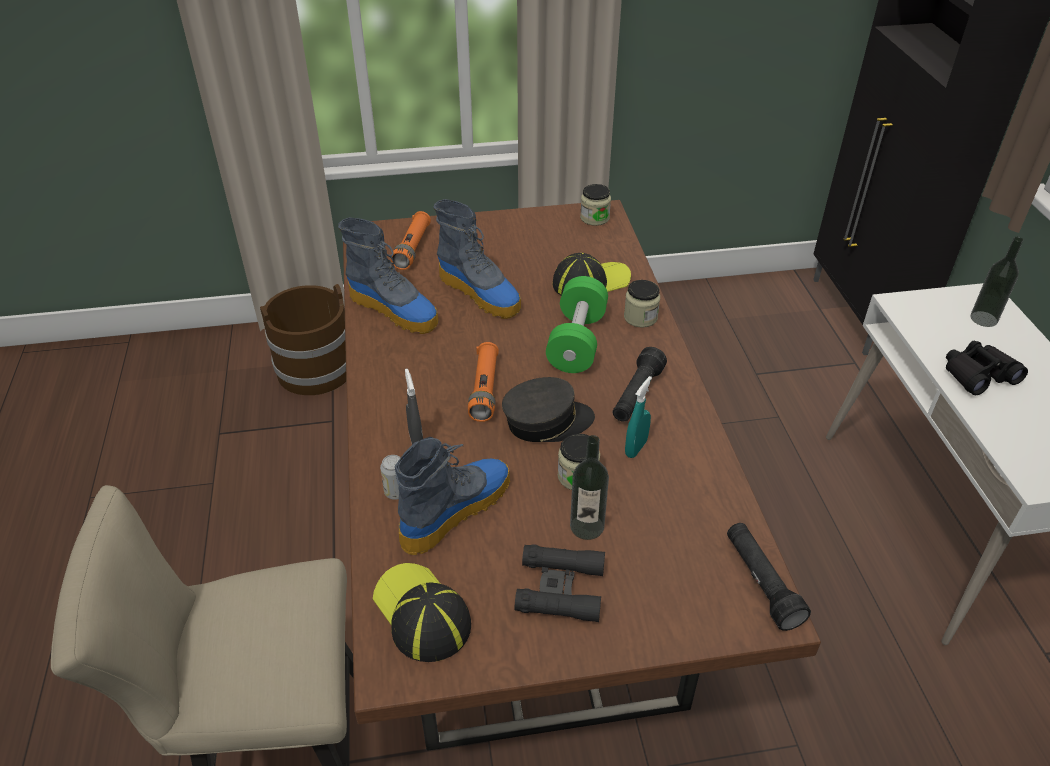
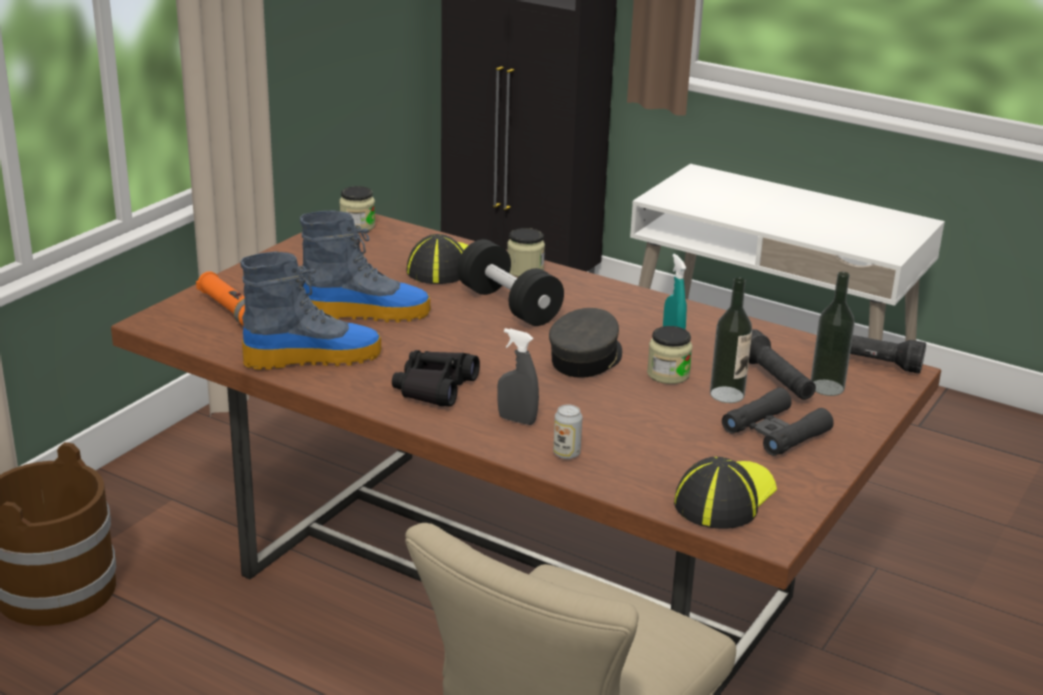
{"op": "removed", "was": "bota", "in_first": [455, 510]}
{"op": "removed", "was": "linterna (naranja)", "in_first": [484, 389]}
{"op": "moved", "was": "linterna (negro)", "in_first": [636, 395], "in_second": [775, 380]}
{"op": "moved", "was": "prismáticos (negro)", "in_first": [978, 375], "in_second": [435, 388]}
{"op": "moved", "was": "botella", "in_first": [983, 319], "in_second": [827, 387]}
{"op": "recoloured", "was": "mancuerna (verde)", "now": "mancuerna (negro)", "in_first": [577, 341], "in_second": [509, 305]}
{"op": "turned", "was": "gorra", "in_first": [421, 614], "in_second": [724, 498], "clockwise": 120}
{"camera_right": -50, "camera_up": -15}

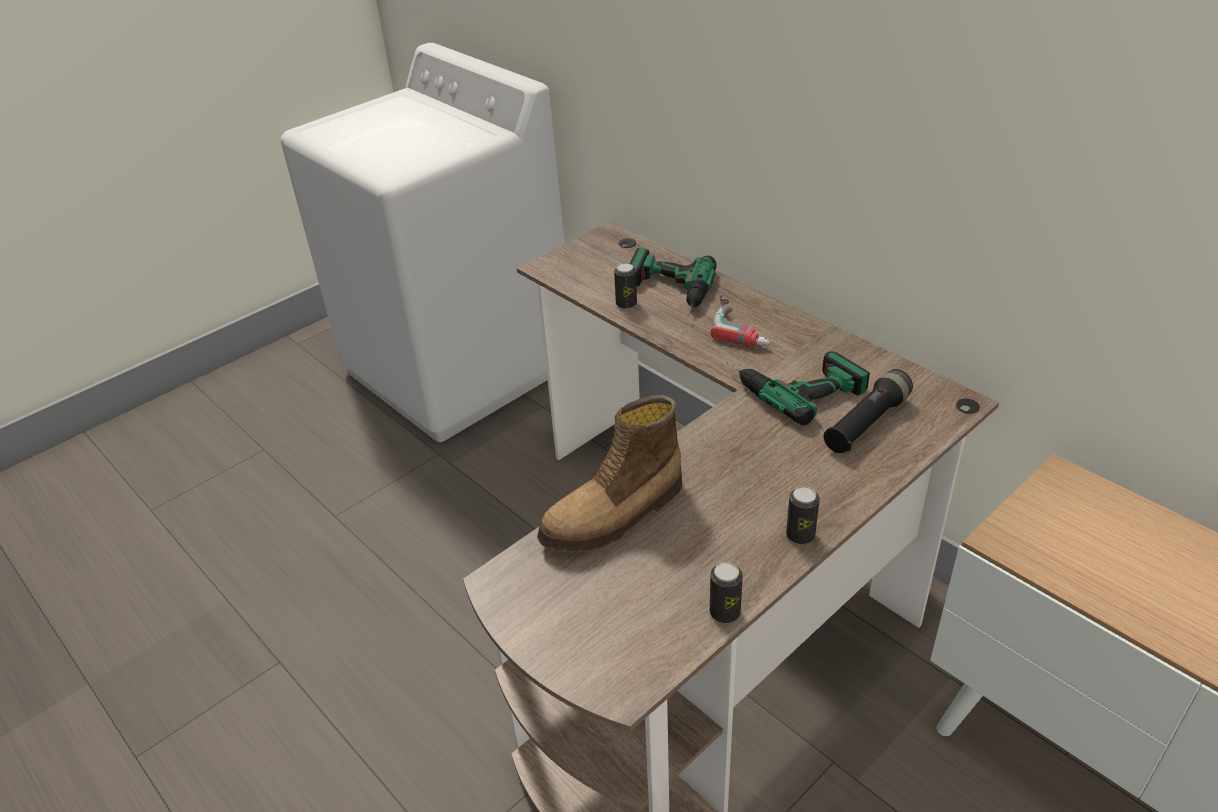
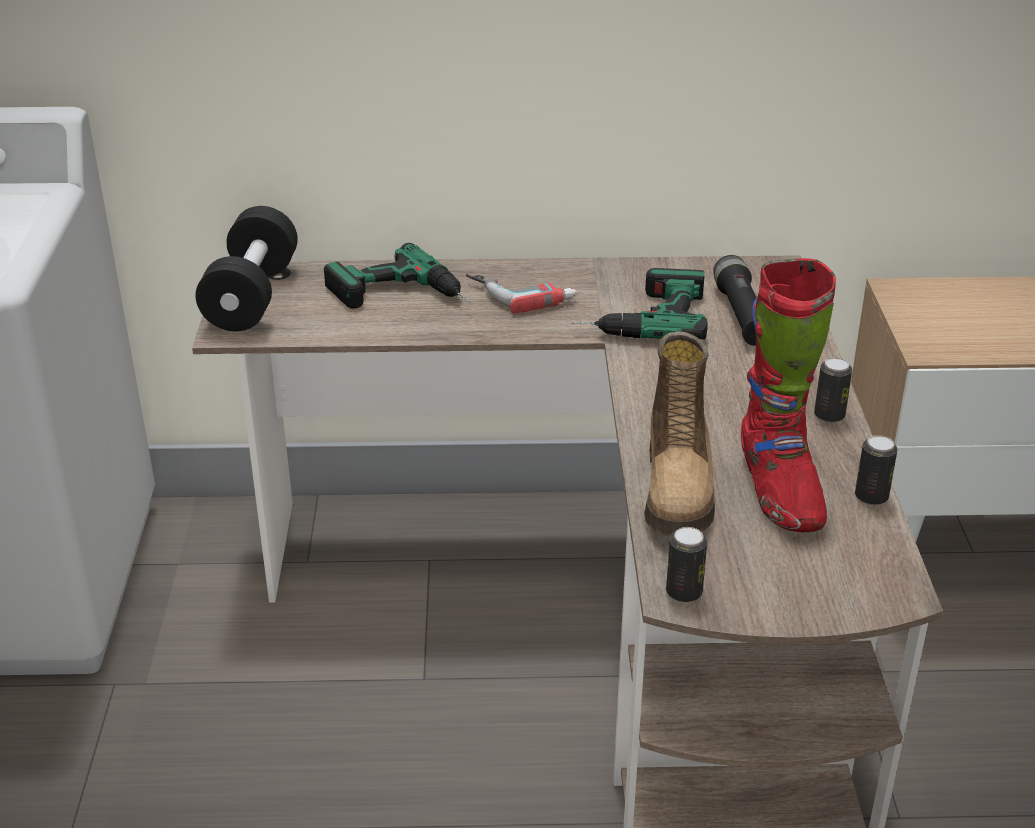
{"op": "added", "now": "mancuerna (negro)", "in_second": [252, 296]}
{"op": "added", "now": "bota (rojo)", "in_second": [779, 490]}
{"op": "moved", "was": "lata", "in_first": [626, 304], "in_second": [684, 592]}
{"camera_right": -50, "camera_up": -5}

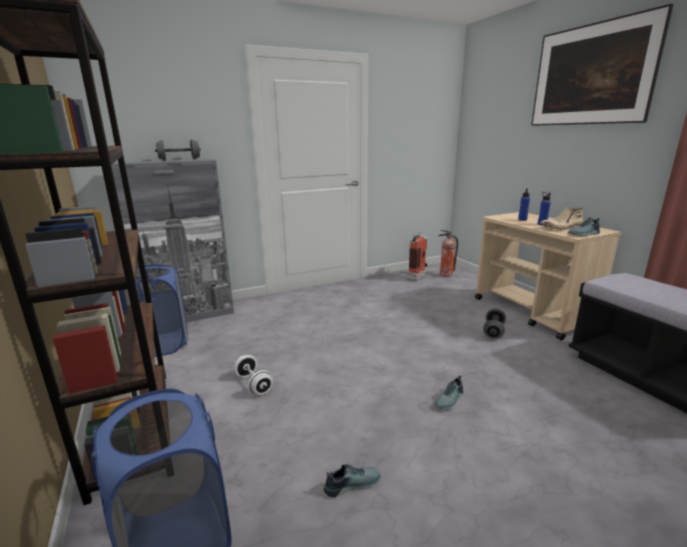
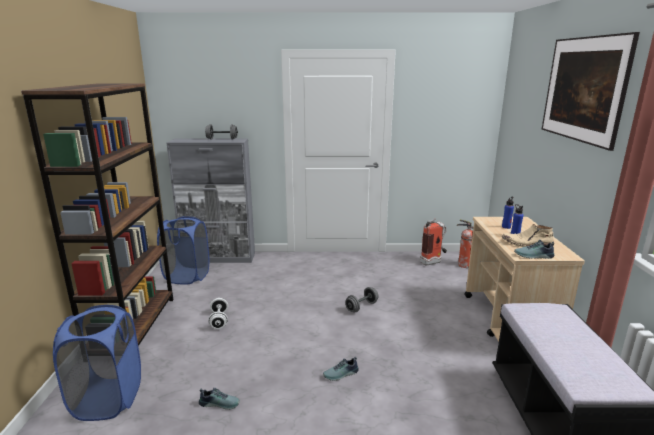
{"op": "moved", "was": "mancuerna (gris)", "in_first": [493, 332], "in_second": [361, 307]}
{"camera_right": 25, "camera_up": 0}

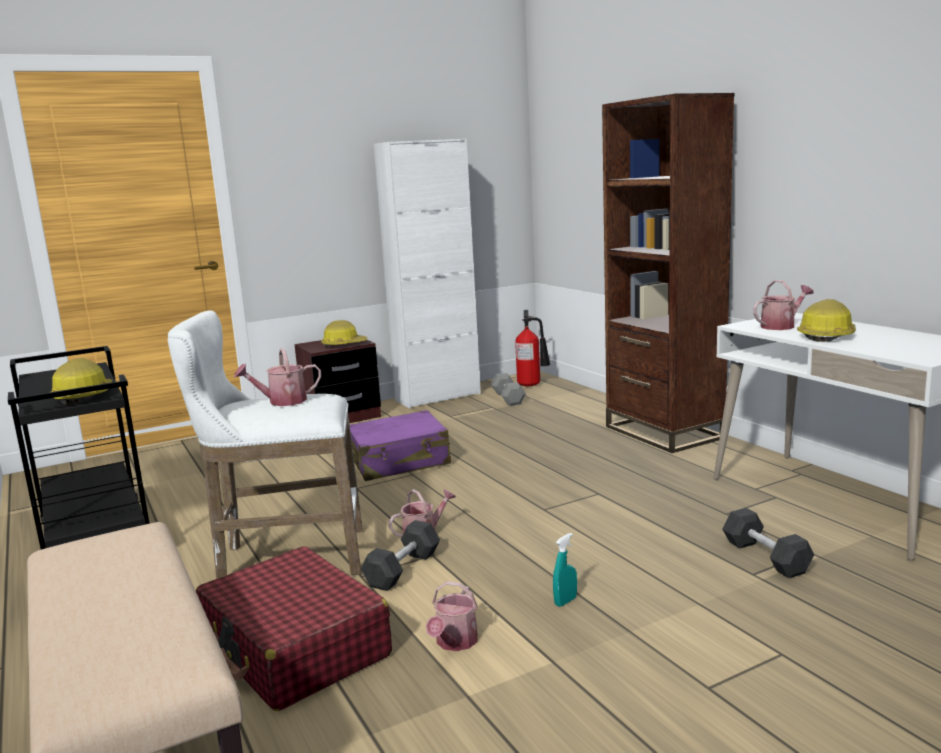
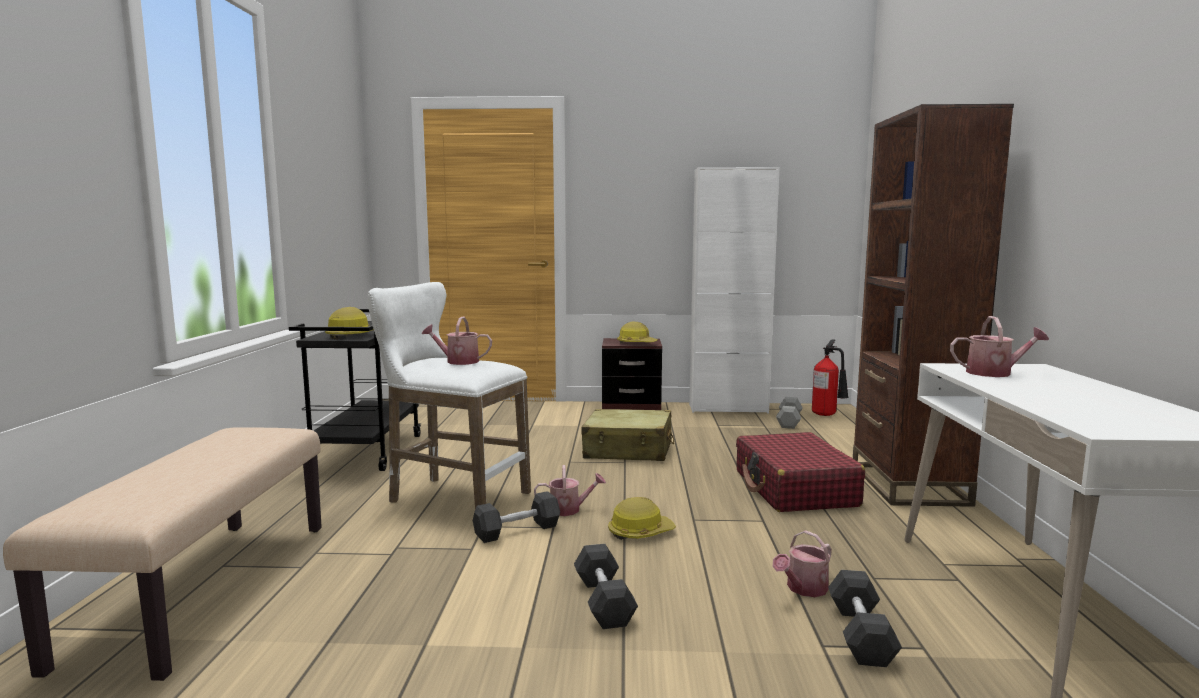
{"op": "moved", "was": "maleta (rojo)", "in_first": [295, 647], "in_second": [794, 489]}
{"op": "moved", "was": "regadera", "in_first": [454, 643], "in_second": [803, 589]}
{"op": "moved", "was": "casco", "in_first": [827, 336], "in_second": [640, 532]}
{"op": "replaced", "was": "pulverizador (turquesa)", "now": "mancuerna (gris)", "in_first": [565, 601], "in_second": [604, 601]}
{"op": "recoloured", "was": "maleta (morado)", "now": "maleta (beis)", "in_first": [400, 461], "in_second": [628, 450]}
{"camera_right": 30, "camera_up": -5}

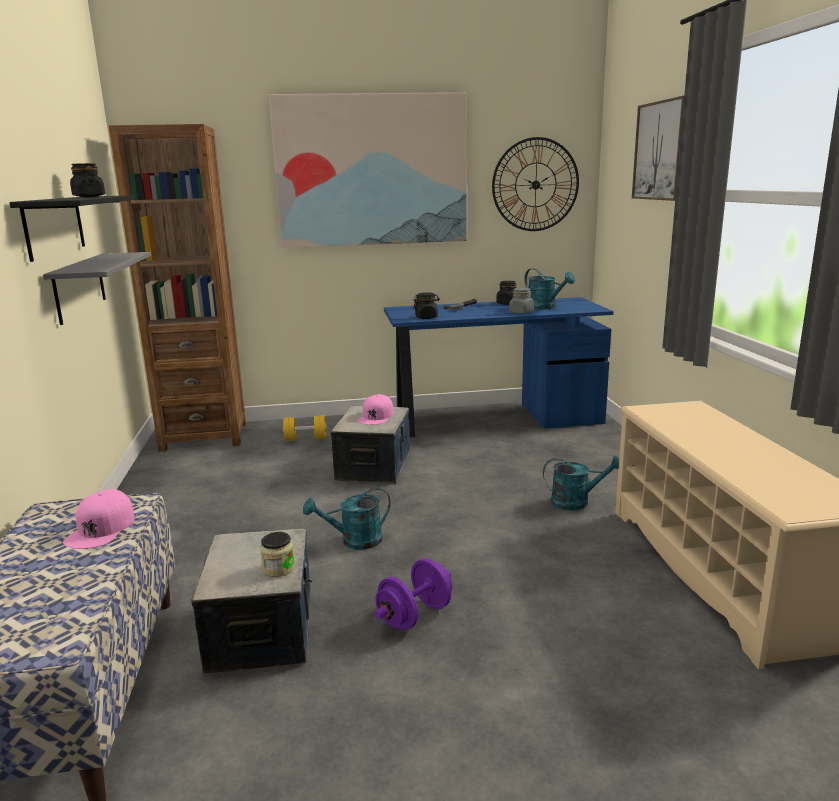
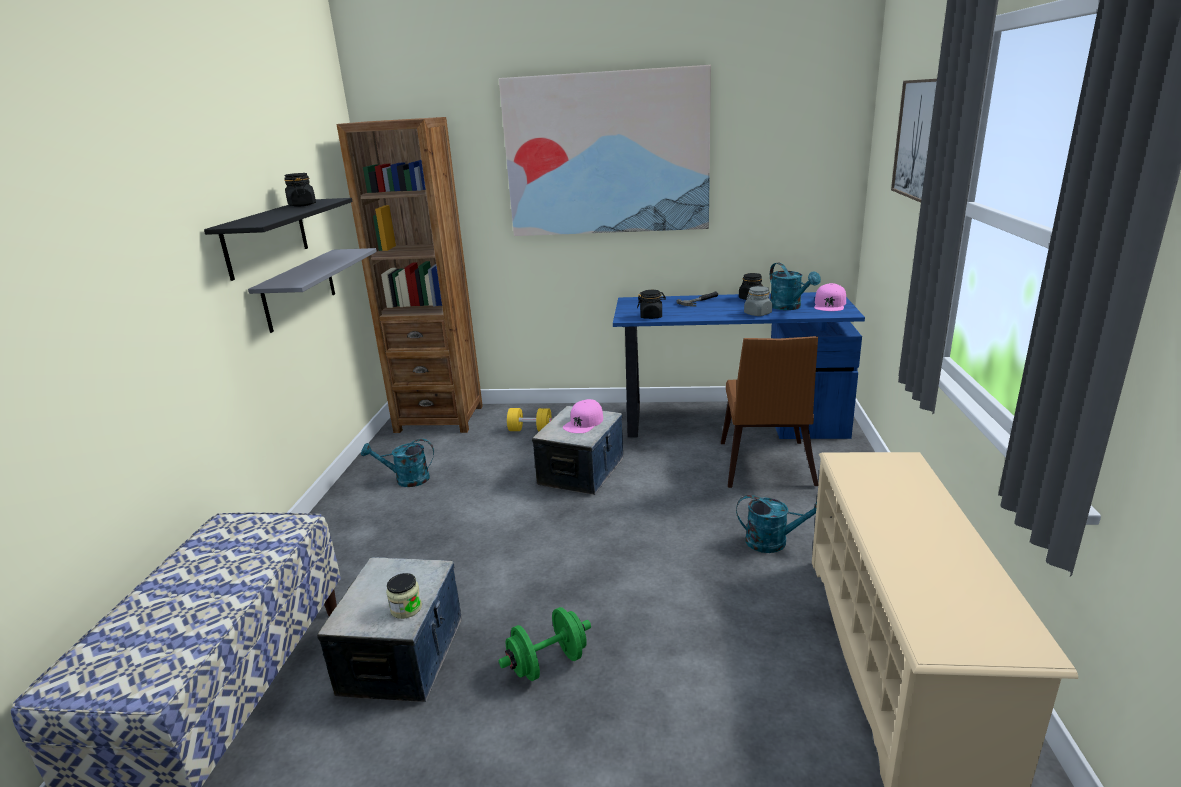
{"op": "removed", "was": "reloj de pared", "in_first": [535, 185]}
{"op": "added", "now": "silla (marrón)", "in_second": [765, 468]}
{"op": "moved", "was": "gorra (rosa)", "in_first": [101, 529], "in_second": [830, 304]}
{"op": "moved", "was": "regadera (turquesa)", "in_first": [354, 541], "in_second": [406, 480]}
{"op": "recoloured", "was": "mancuerna (morado)", "now": "mancuerna (verde)", "in_first": [415, 616], "in_second": [548, 663]}
{"camera_right": 15, "camera_up": 5}

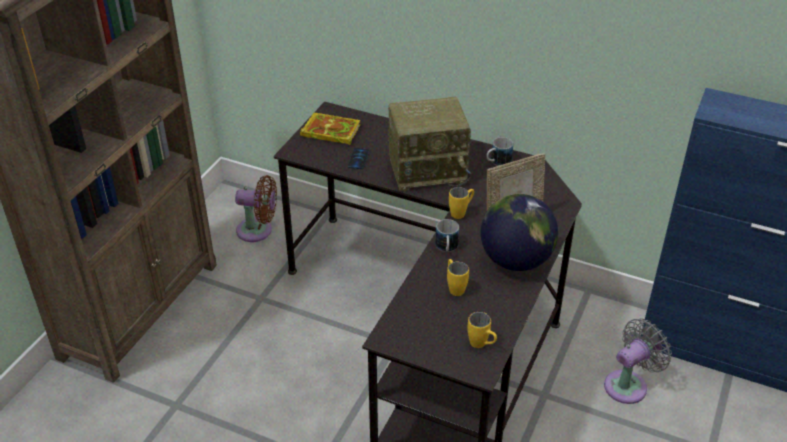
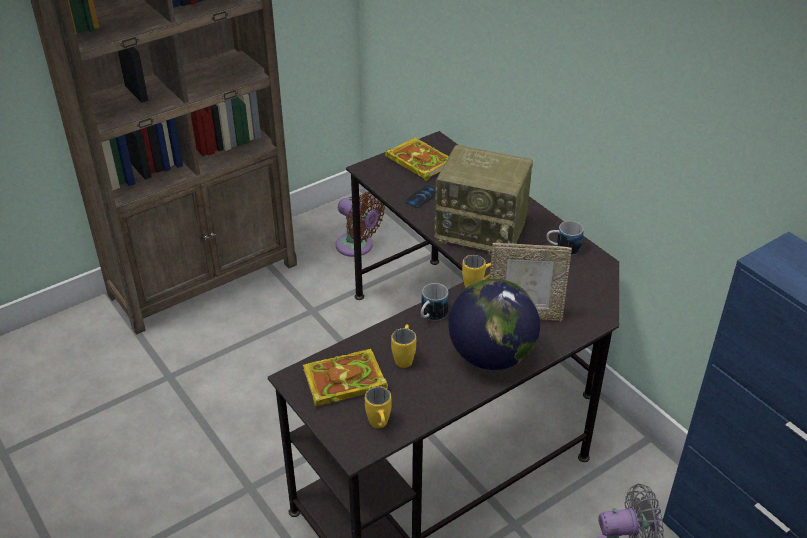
{"op": "added", "now": "libro", "in_second": [343, 382]}
{"camera_right": 30, "camera_up": 0}

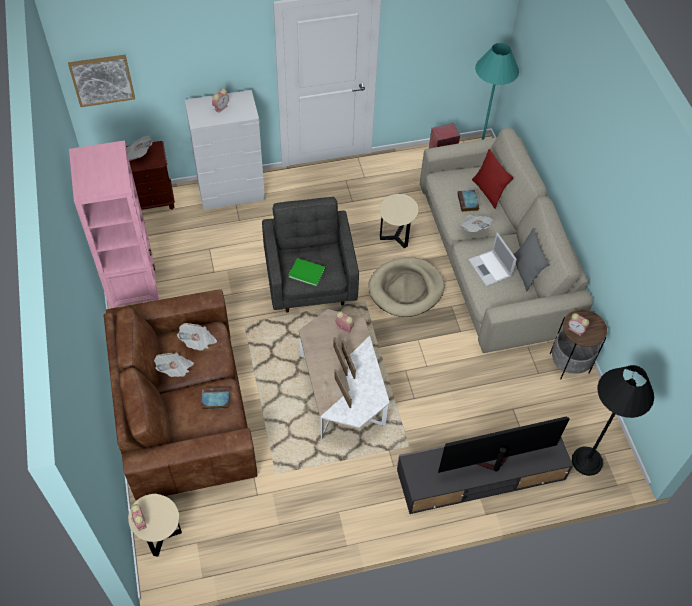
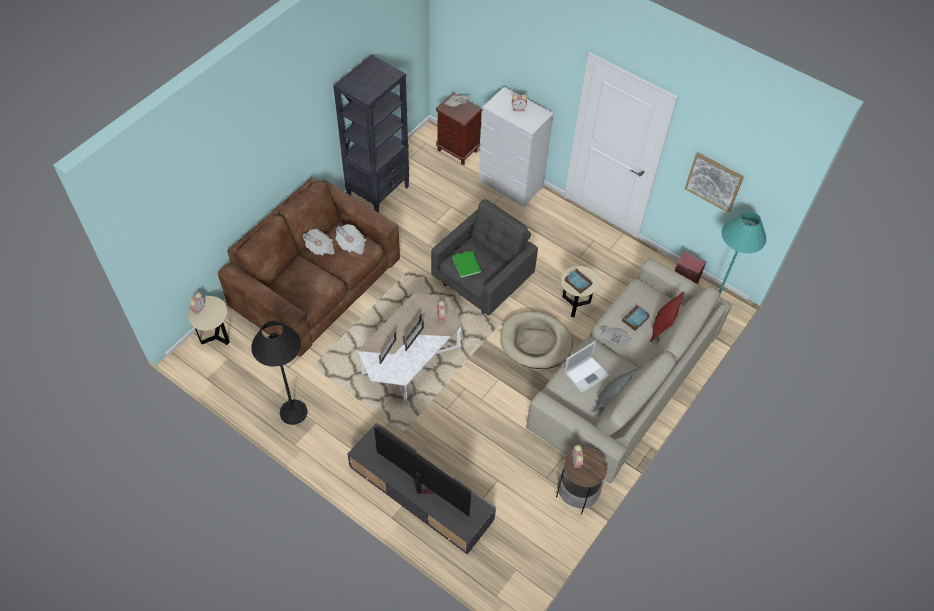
{"op": "moved", "was": "cuadro", "in_first": [102, 80], "in_second": [714, 181]}
{"op": "moved", "was": "libro", "in_first": [215, 400], "in_second": [577, 282]}
{"op": "moved", "was": "lámpara de pie (negro)", "in_first": [587, 461], "in_second": [293, 412]}
{"op": "recoloured", "was": "estantería (rosa)", "now": "estantería (negro)", "in_first": [134, 290], "in_second": [378, 192]}
{"op": "turned", "was": "portátil", "in_first": [490, 269], "in_second": [586, 373], "clockwise": -150}
{"camera_right": 50, "camera_up": 0}

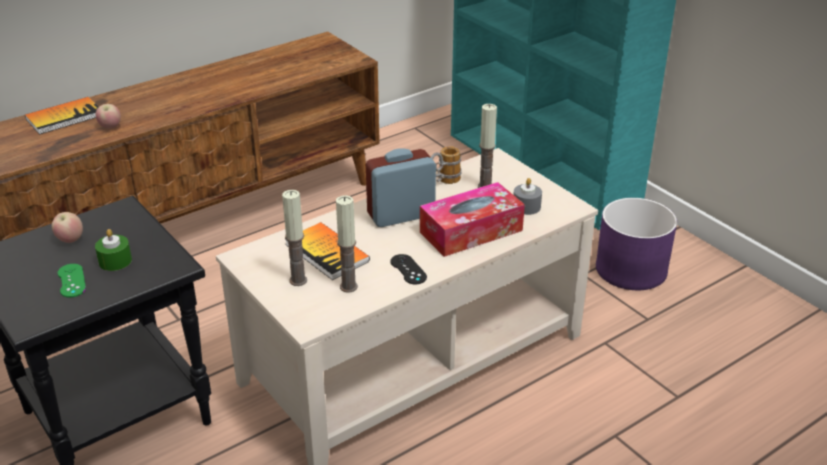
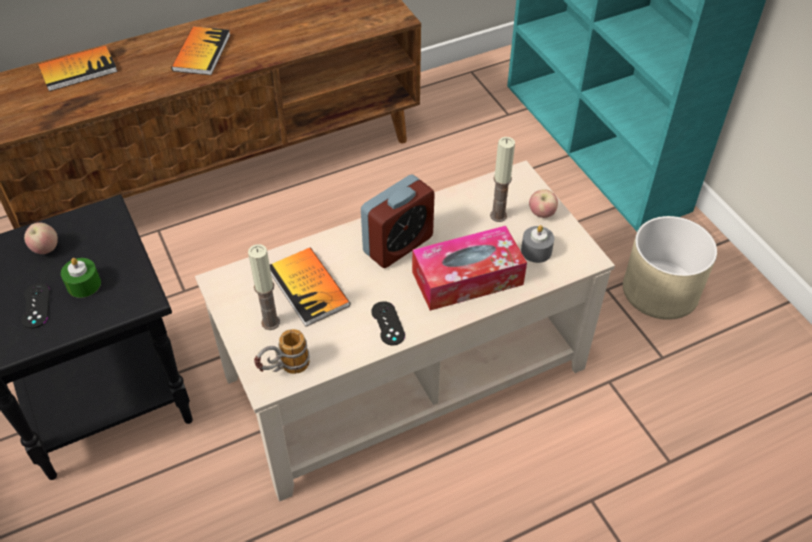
{"op": "removed", "was": "vela", "in_first": [348, 286]}
{"op": "added", "now": "libro", "in_second": [201, 52]}
{"op": "moved", "was": "manzana", "in_first": [110, 127], "in_second": [541, 214]}
{"op": "moved", "was": "taza grande", "in_first": [442, 182], "in_second": [284, 369]}
{"op": "recoloured", "was": "mando de consola (verde)", "now": "mando de consola (negro)", "in_first": [71, 281], "in_second": [36, 305]}
{"op": "recoloured", "was": "maceta (morado)", "now": "maceta (beis)", "in_first": [631, 269], "in_second": [661, 290]}
{"op": "turned", "was": "despertador", "in_first": [401, 215], "in_second": [398, 245], "clockwise": 150}
{"camera_right": 10, "camera_up": 15}

